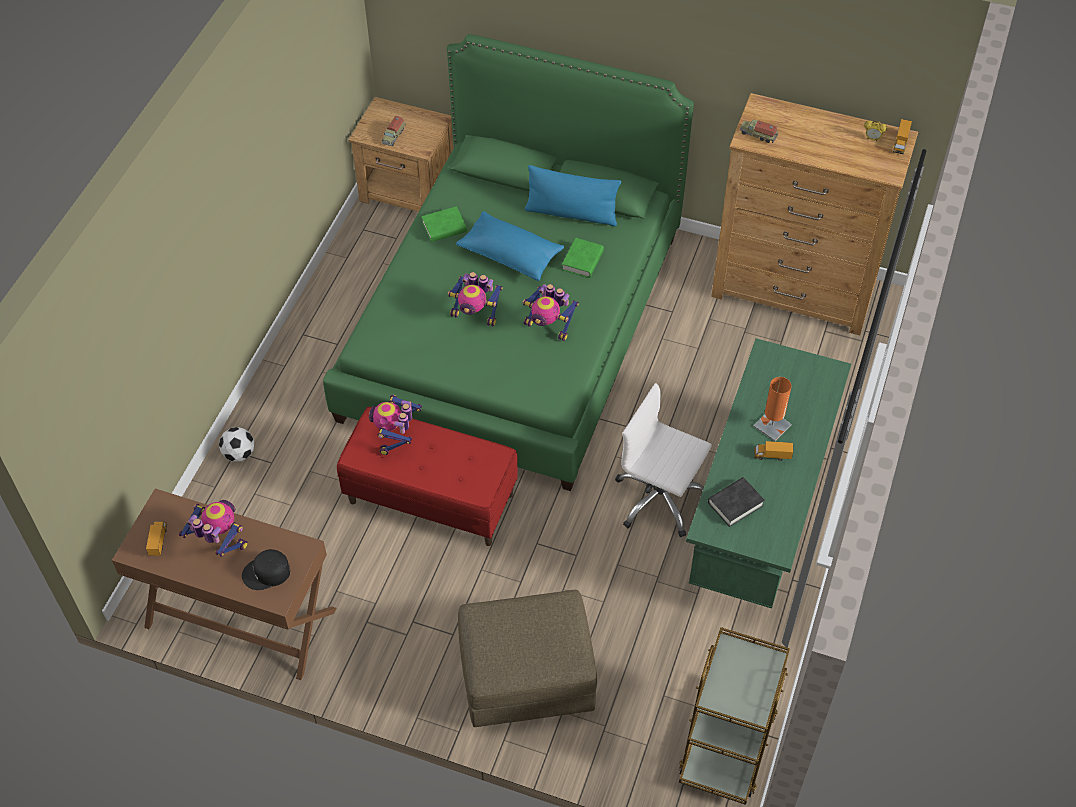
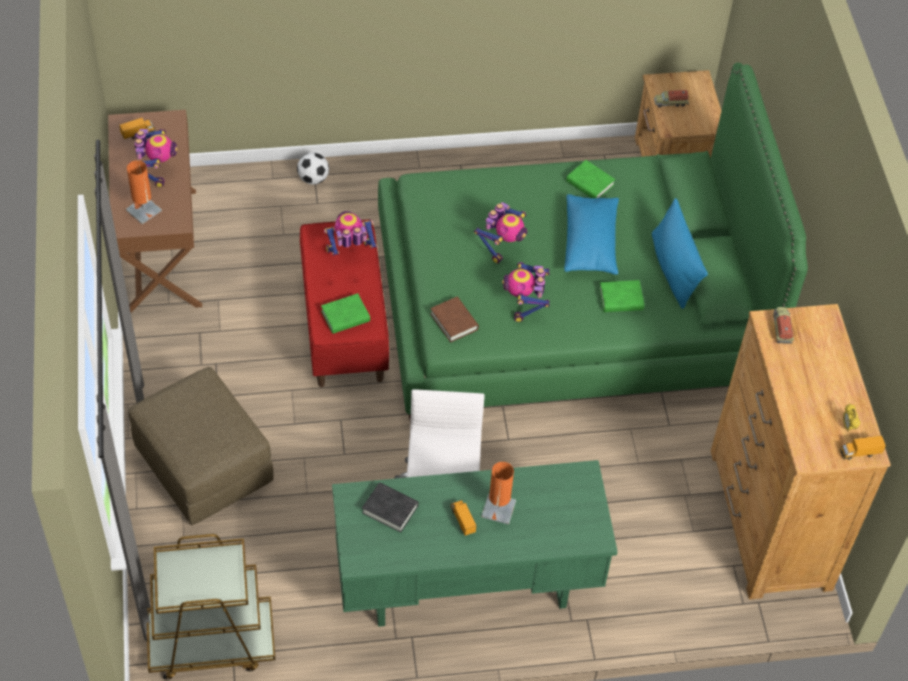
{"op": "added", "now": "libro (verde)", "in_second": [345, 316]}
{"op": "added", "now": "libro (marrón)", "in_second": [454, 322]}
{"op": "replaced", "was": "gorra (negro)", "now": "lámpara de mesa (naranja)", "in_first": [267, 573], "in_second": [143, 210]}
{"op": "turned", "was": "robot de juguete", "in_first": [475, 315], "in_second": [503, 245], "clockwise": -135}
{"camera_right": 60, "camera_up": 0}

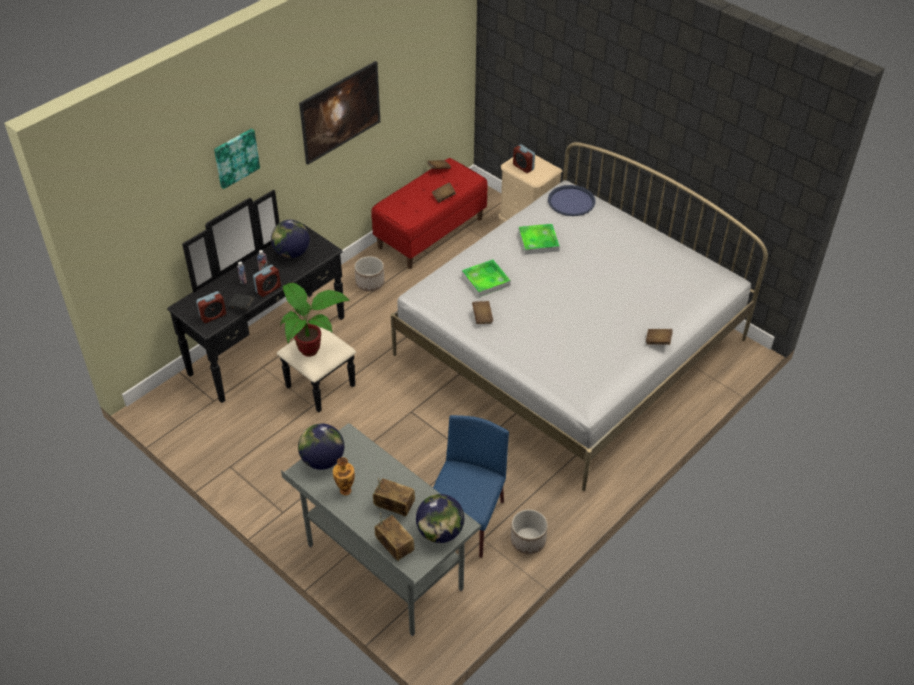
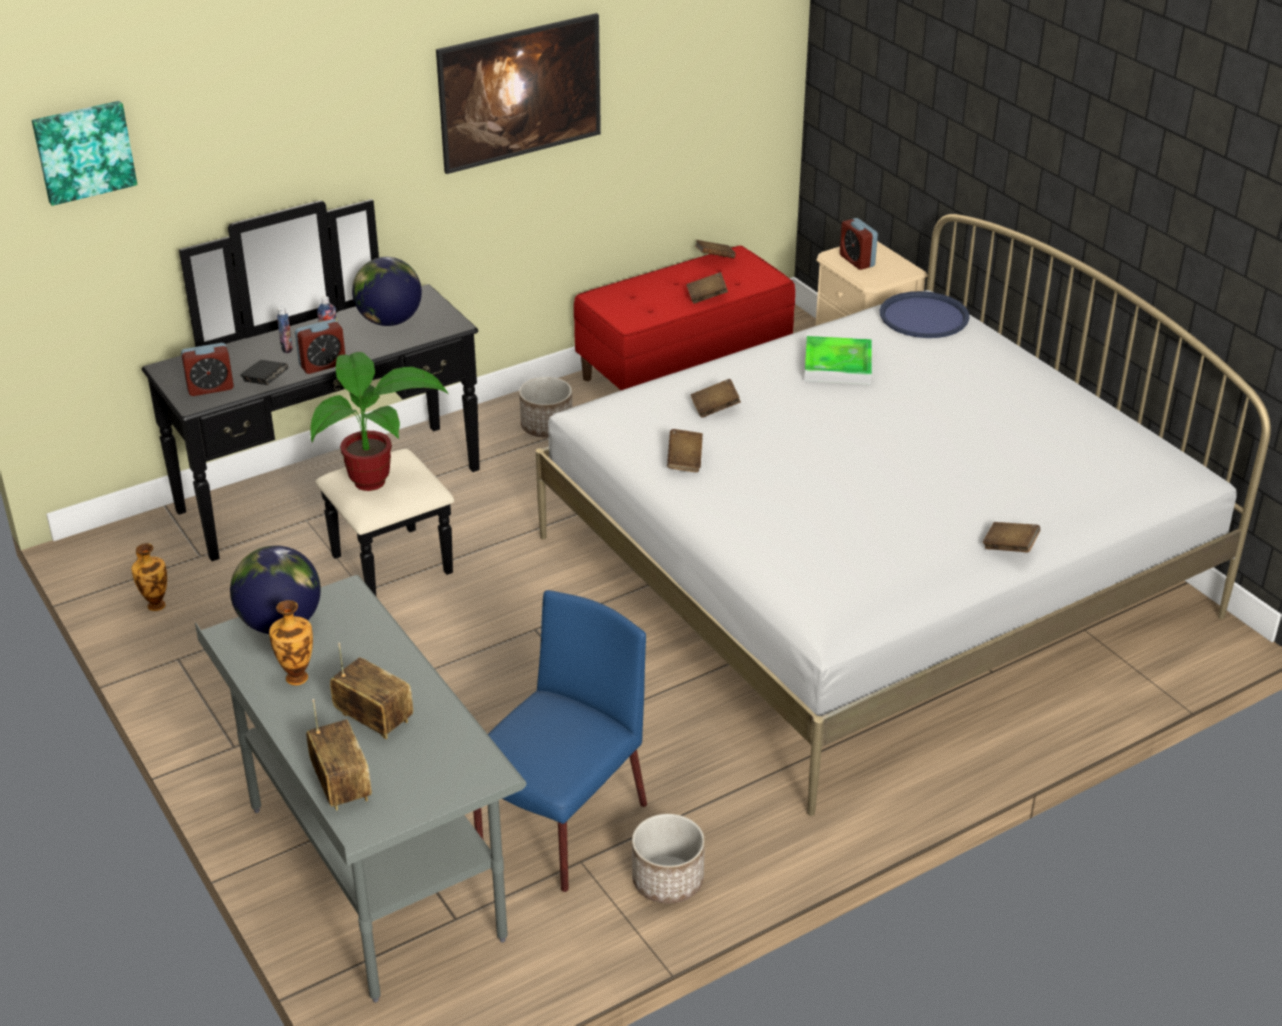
{"op": "removed", "was": "globo terráqueo", "in_first": [440, 532]}
{"op": "added", "now": "florero", "in_second": [156, 604]}
{"op": "moved", "was": "cuadro", "in_first": [235, 157], "in_second": [84, 151]}
{"op": "replaced", "was": "bandeja", "now": "libro (marrón)", "in_first": [485, 280], "in_second": [715, 408]}
{"camera_right": 15, "camera_up": -10}

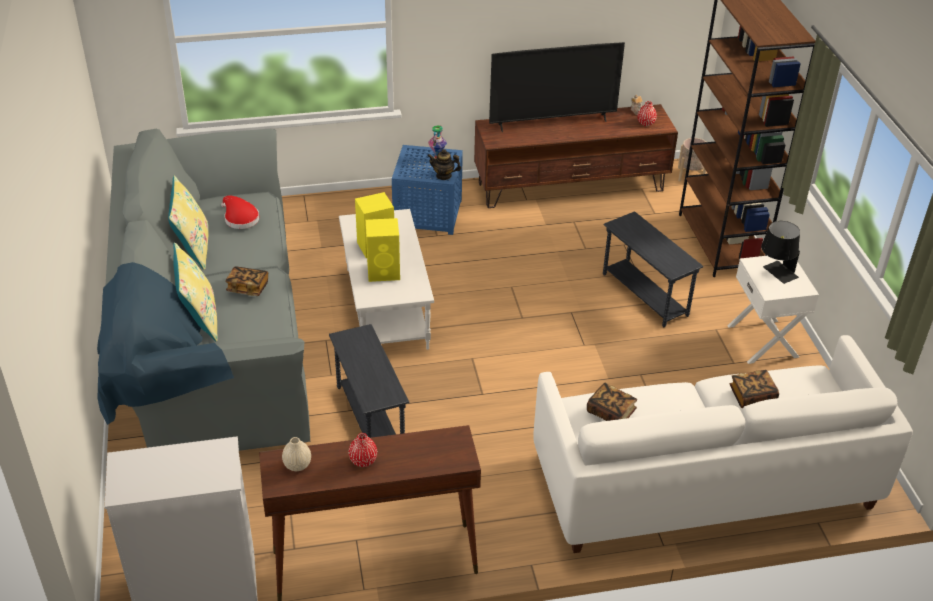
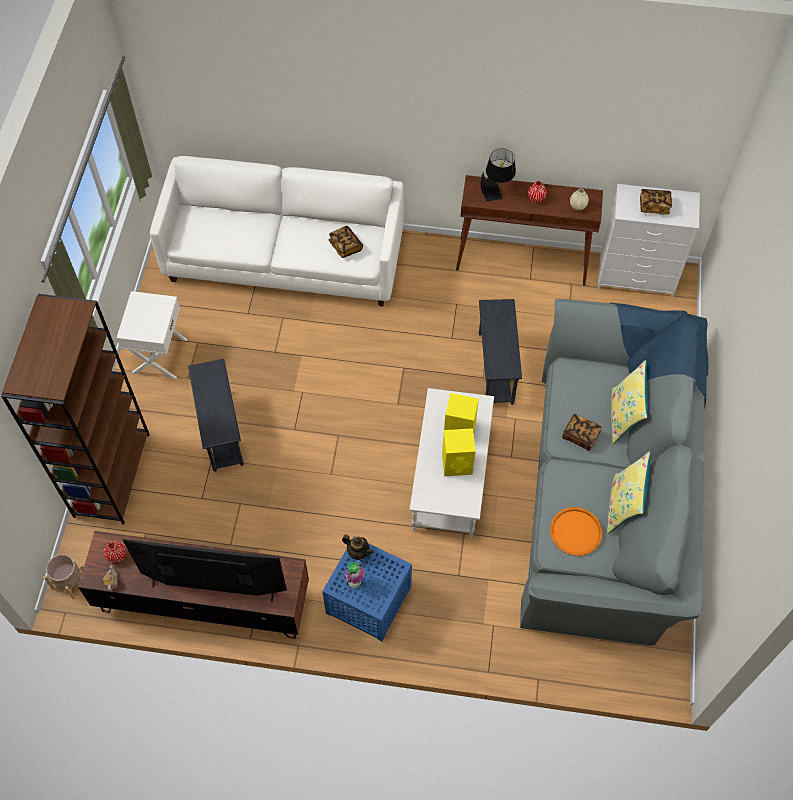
{"op": "moved", "was": "libro", "in_first": [752, 396], "in_second": [654, 206]}
{"op": "moved", "was": "lámpara de mesa (negro)", "in_first": [775, 274], "in_second": [496, 189]}
{"op": "replaced", "was": "sombrero (rojo)", "now": "bandeja (naranja)", "in_first": [240, 218], "in_second": [575, 532]}
{"camera_right": -160, "camera_up": 20}

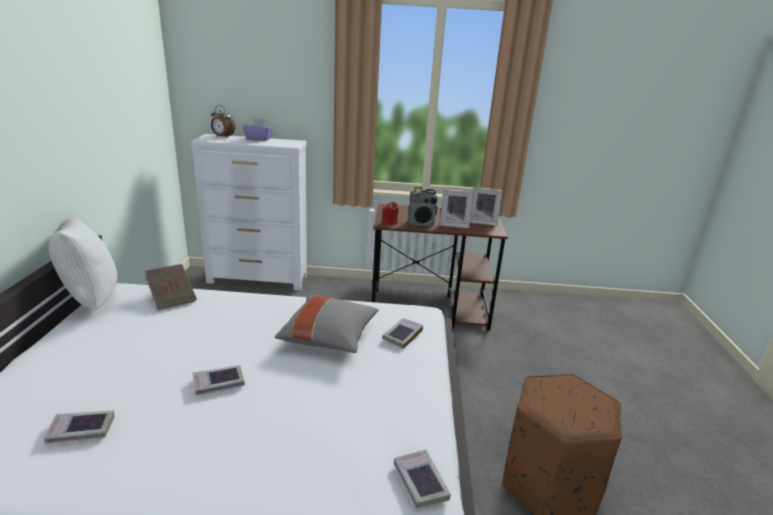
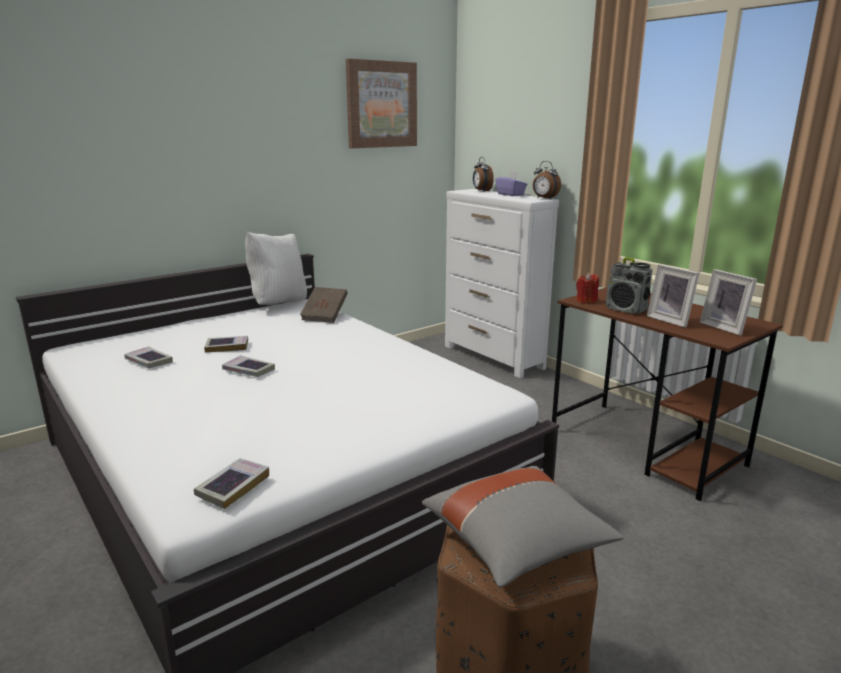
{"op": "added", "now": "cuadro", "in_second": [381, 104]}
{"op": "added", "now": "despertador", "in_second": [544, 198]}
{"op": "moved", "was": "cojín (gris)", "in_first": [329, 337], "in_second": [517, 544]}
{"op": "moved", "was": "libro", "in_first": [402, 335], "in_second": [227, 347]}
{"camera_right": 50, "camera_up": -5}

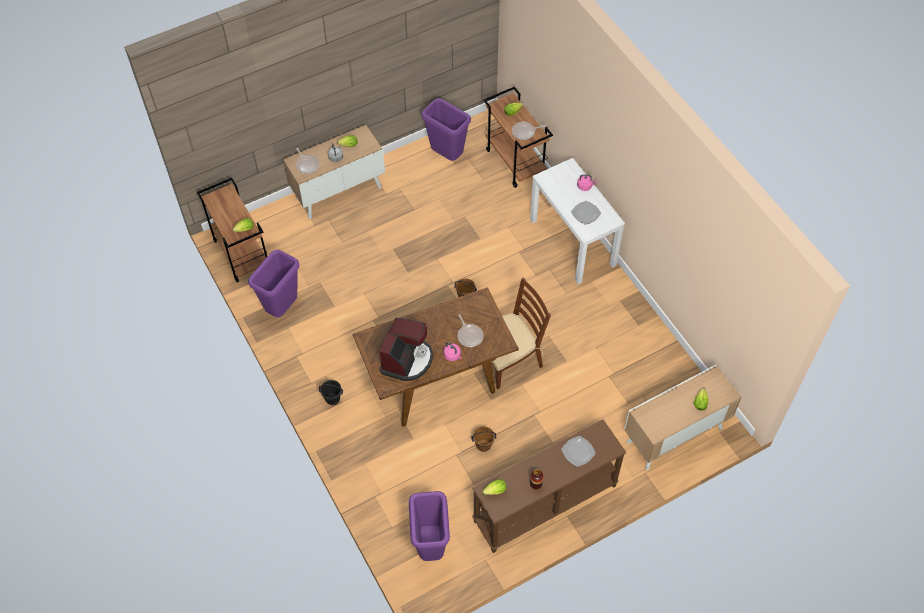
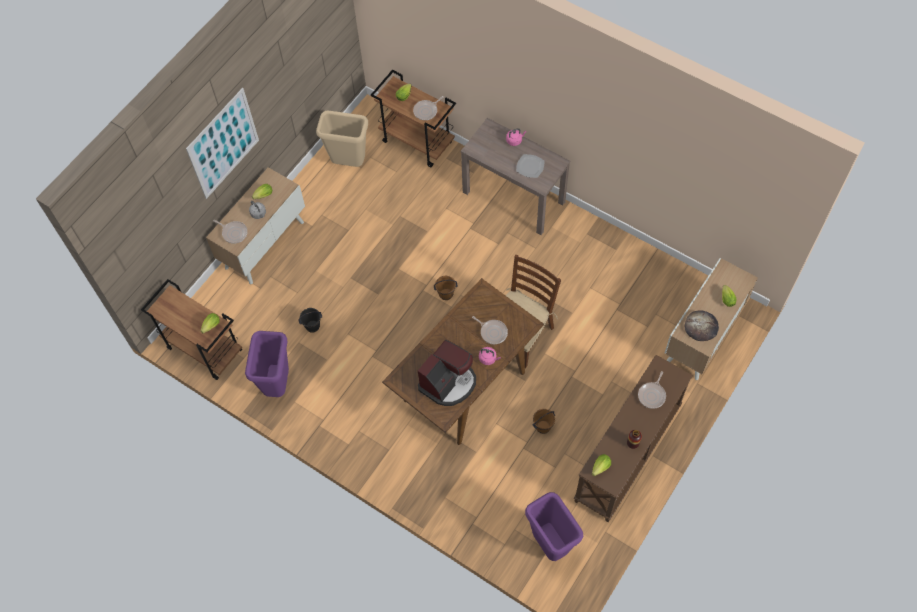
{"op": "added", "now": "cuadro", "in_second": [223, 144]}
{"op": "added", "now": "pan", "in_second": [701, 327]}
{"op": "moved", "was": "cubo (negro)", "in_first": [332, 399], "in_second": [312, 326]}
{"op": "replaced", "was": "plato", "now": "sartén", "in_first": [578, 452], "in_second": [652, 395]}
{"op": "recoloured", "was": "papelera (morado)", "now": "papelera (beis)", "in_first": [447, 156], "in_second": [349, 163]}
{"op": "recoloured", "was": "mesa consola (blanco)", "now": "mesa consola (marrón)", "in_first": [573, 242], "in_second": [514, 197]}
{"op": "turned", "was": "cafetera", "in_first": [407, 360], "in_second": [448, 382], "clockwise": 45}
{"camera_right": -25, "camera_up": 5}

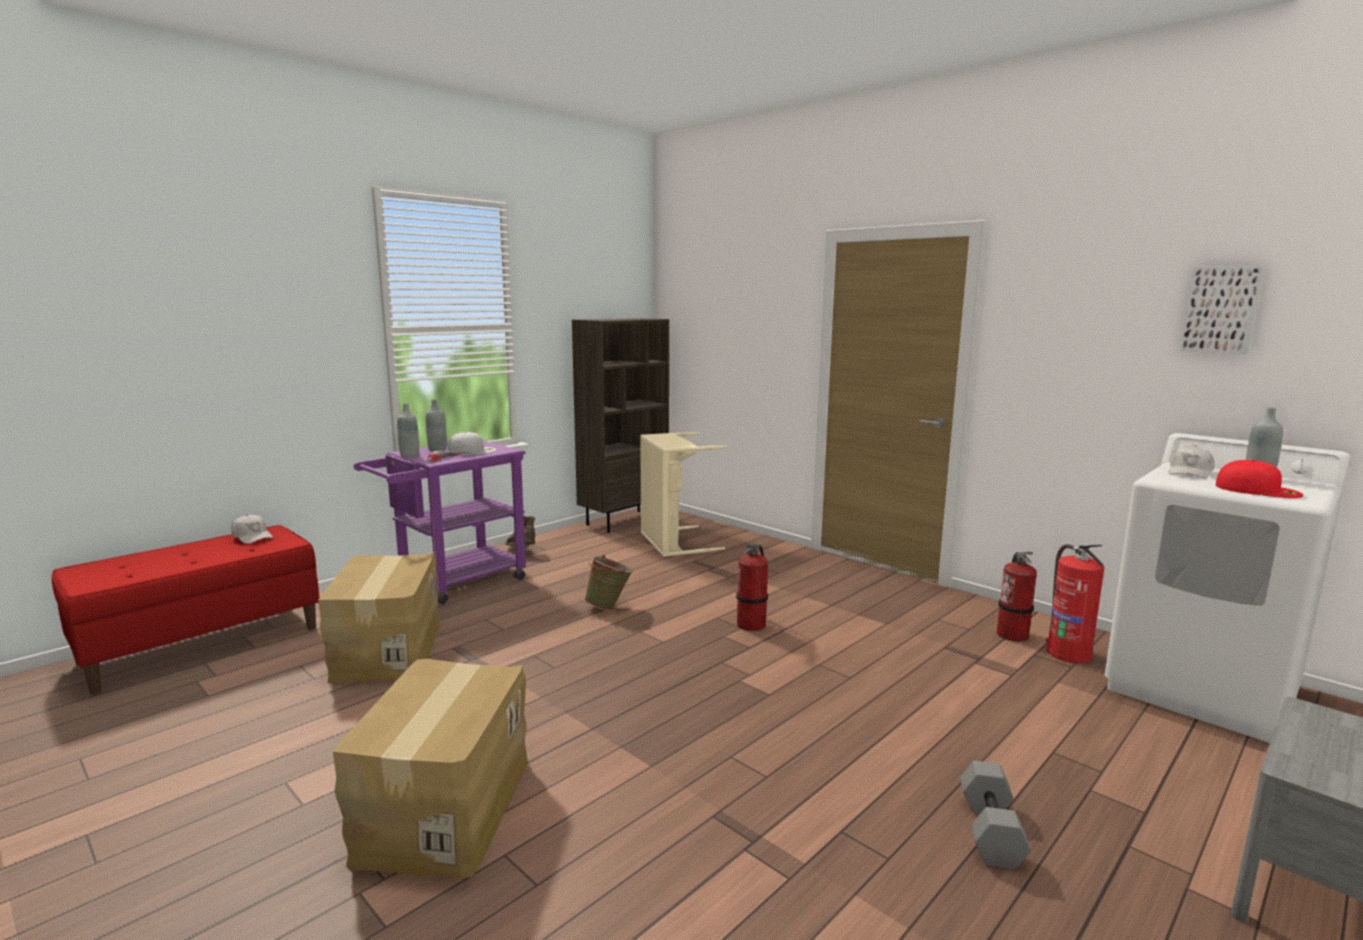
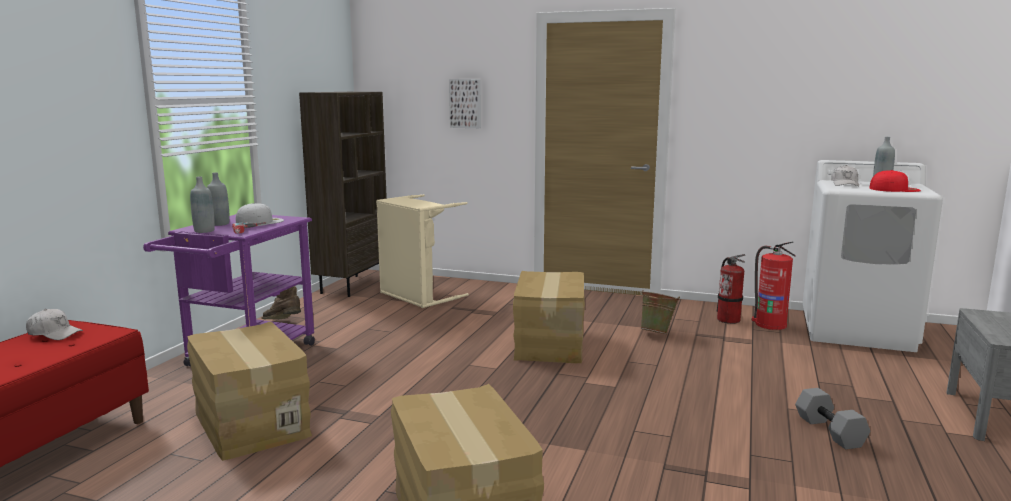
{"op": "moved", "was": "cubo (verde)", "in_first": [609, 607], "in_second": [657, 333]}
{"op": "moved", "was": "cuadro", "in_first": [1221, 310], "in_second": [466, 103]}
{"op": "replaced", "was": "extintor", "now": "caja de cartón", "in_first": [752, 625], "in_second": [550, 344]}
{"camera_right": -25, "camera_up": 0}

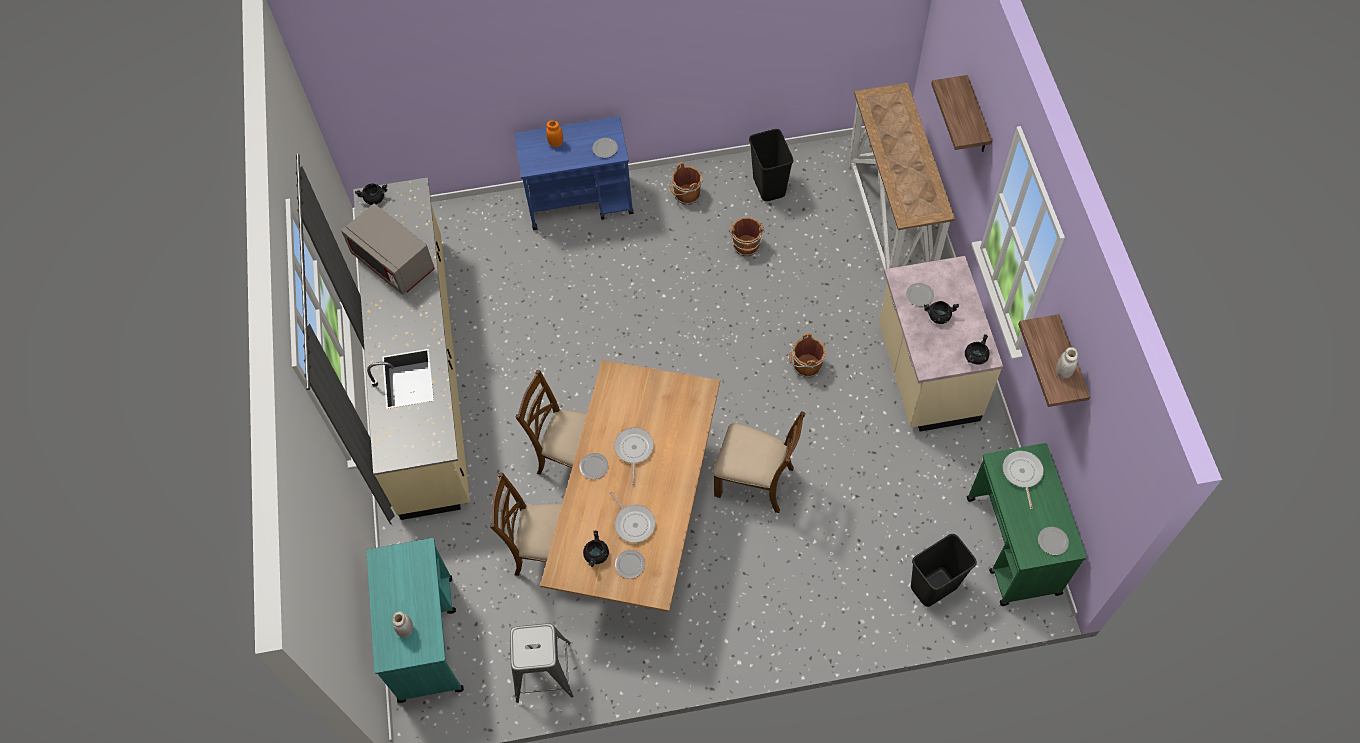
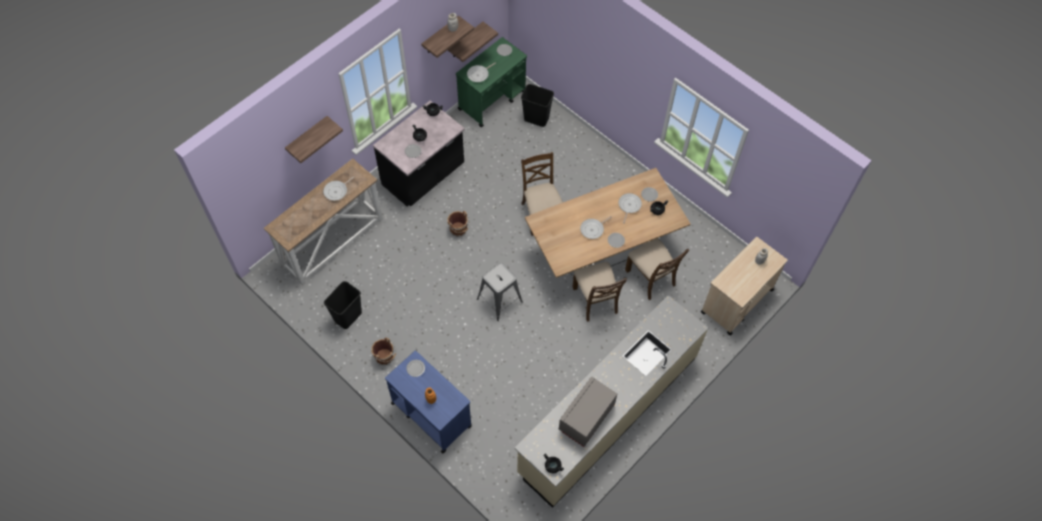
{"op": "removed", "was": "cubo (marrón)", "in_first": [746, 247]}
{"op": "added", "now": "sartén", "in_second": [337, 191]}
{"op": "added", "now": "estante", "in_second": [465, 41]}
{"op": "moved", "was": "taburete (gris)", "in_first": [543, 671], "in_second": [499, 300]}
{"op": "recoloured", "was": "carrito (turquesa)", "now": "carrito (beis)", "in_first": [426, 637], "in_second": [736, 301]}
{"op": "recoloured", "was": "mueble bajo de cocina (beis)", "now": "mueble bajo de cocina (negro)", "in_first": [926, 374], "in_second": [424, 176]}
{"op": "turned", "was": "microondas (gris)", "in_first": [394, 263], "in_second": [586, 417], "clockwise": -150}
{"camera_right": -130, "camera_up": 0}

